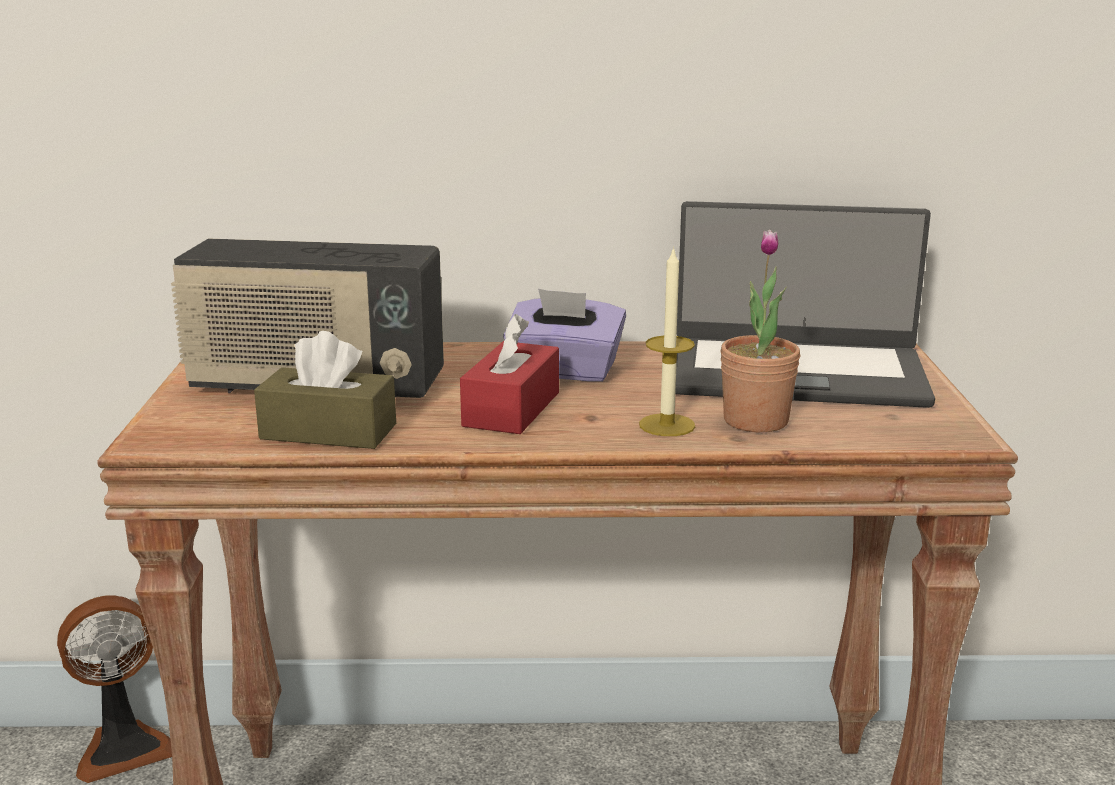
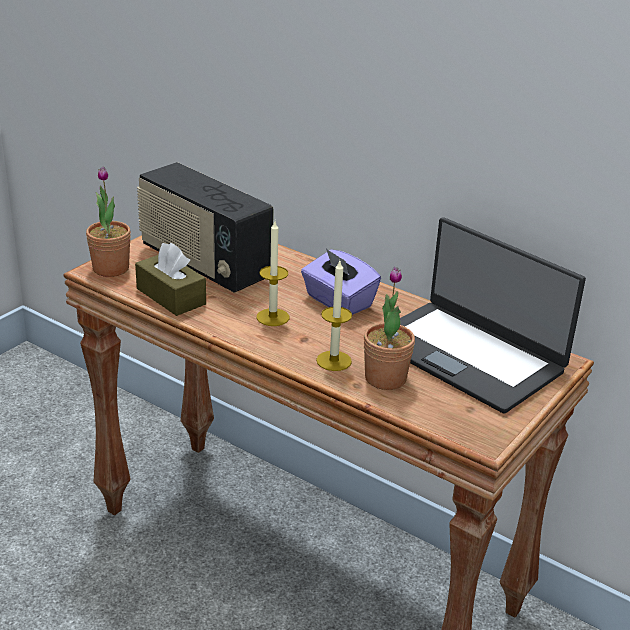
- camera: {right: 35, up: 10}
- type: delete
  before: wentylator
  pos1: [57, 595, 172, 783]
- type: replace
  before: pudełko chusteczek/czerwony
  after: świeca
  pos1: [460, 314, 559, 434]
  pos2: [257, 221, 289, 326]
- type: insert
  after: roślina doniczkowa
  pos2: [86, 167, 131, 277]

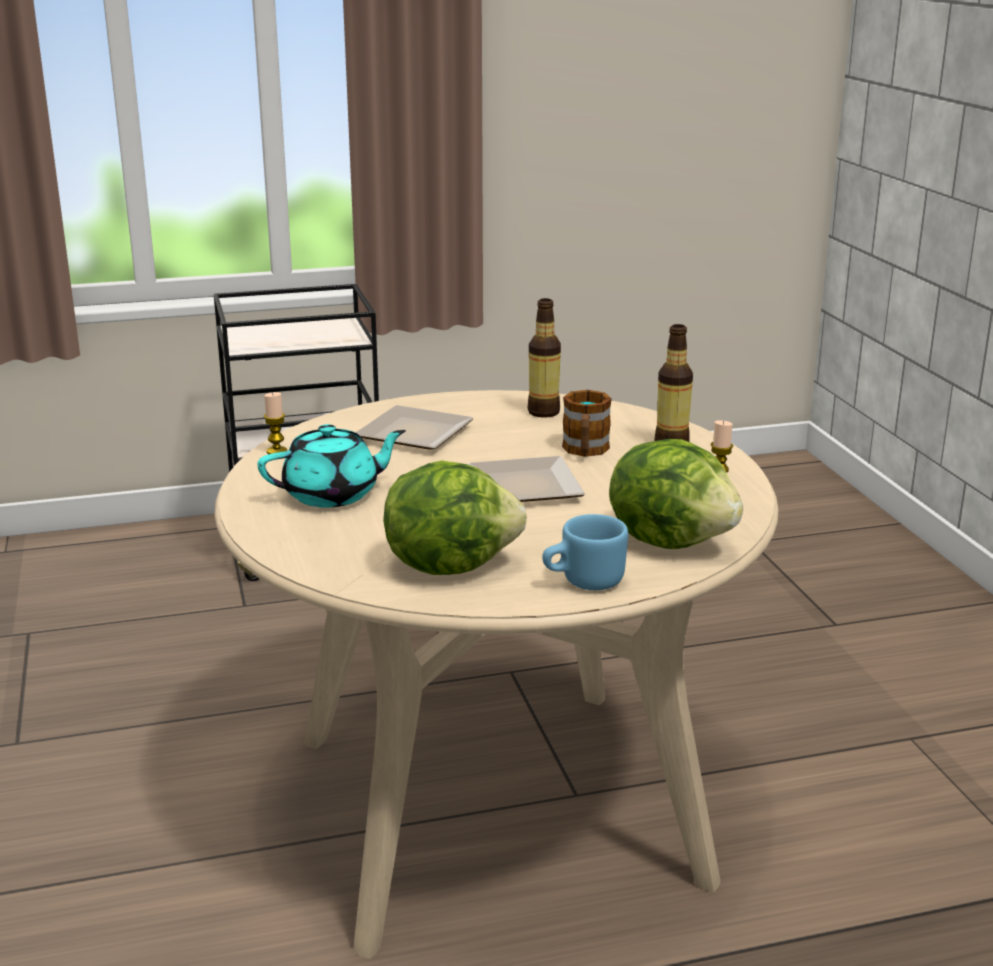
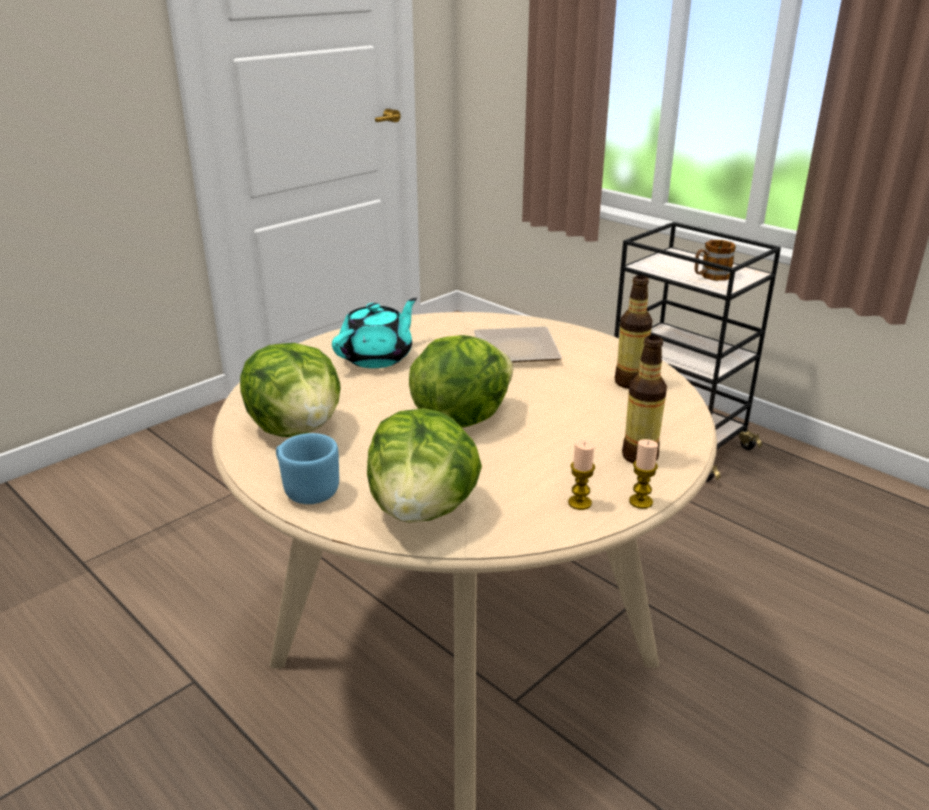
- camera: {right: 60, up: 5}
- type: rotate
  before: imbryk/turkusowy
  pos1: [258, 424, 406, 508]
  pos2: [332, 298, 417, 368]
  turn: -90
- type: move
  before: świeca
  pos1: [264, 392, 287, 454]
  pos2: [629, 439, 658, 509]
- type: replace
  before: talerz
  after: sałata
  pos1: [468, 456, 585, 502]
  pos2: [409, 335, 513, 428]
- type: move
  before: kubek
  pos1: [562, 390, 612, 457]
  pos2: [695, 240, 736, 281]

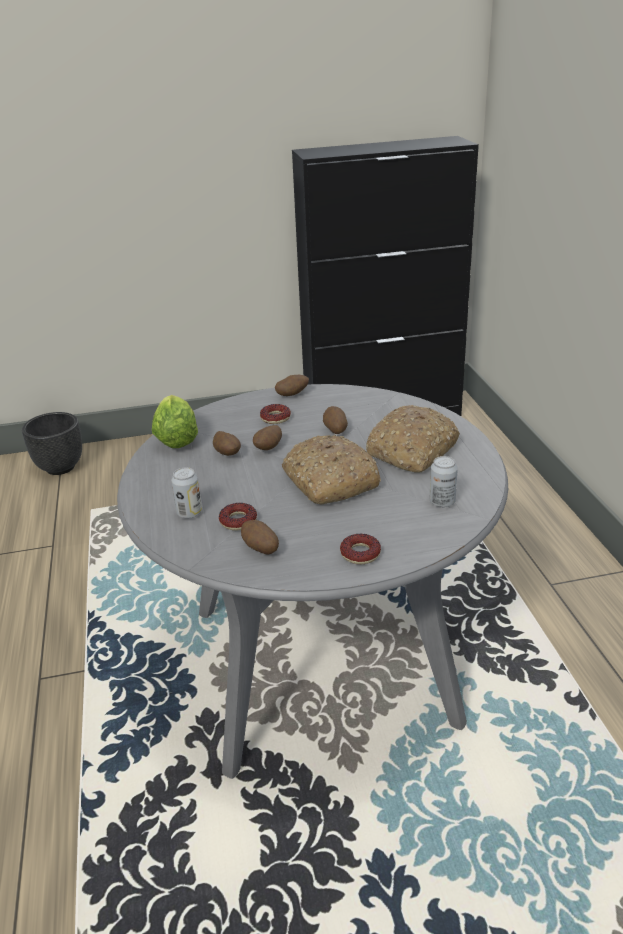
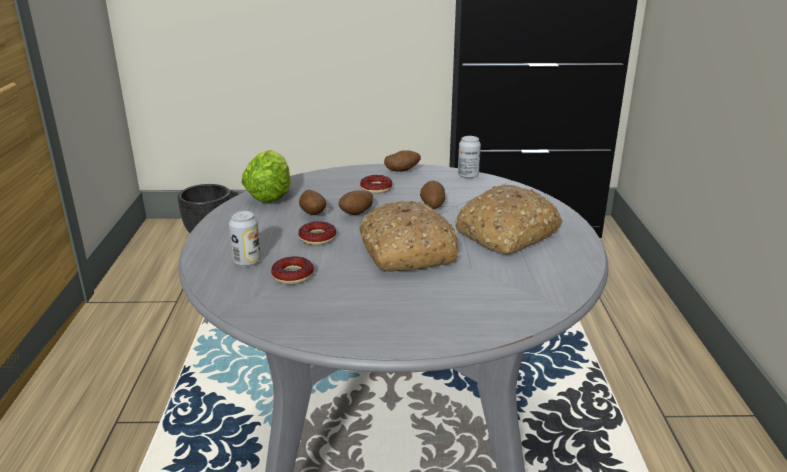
- camera: {right: 10, up: -5}
- type: delete
  before: ziemniak
  pos1: [241, 520, 279, 555]
- type: move
  before: donut
  pos1: [340, 534, 381, 564]
  pos2: [298, 221, 336, 245]
- type: move
  before: puszka
  pos1: [430, 456, 458, 508]
  pos2: [458, 136, 481, 179]

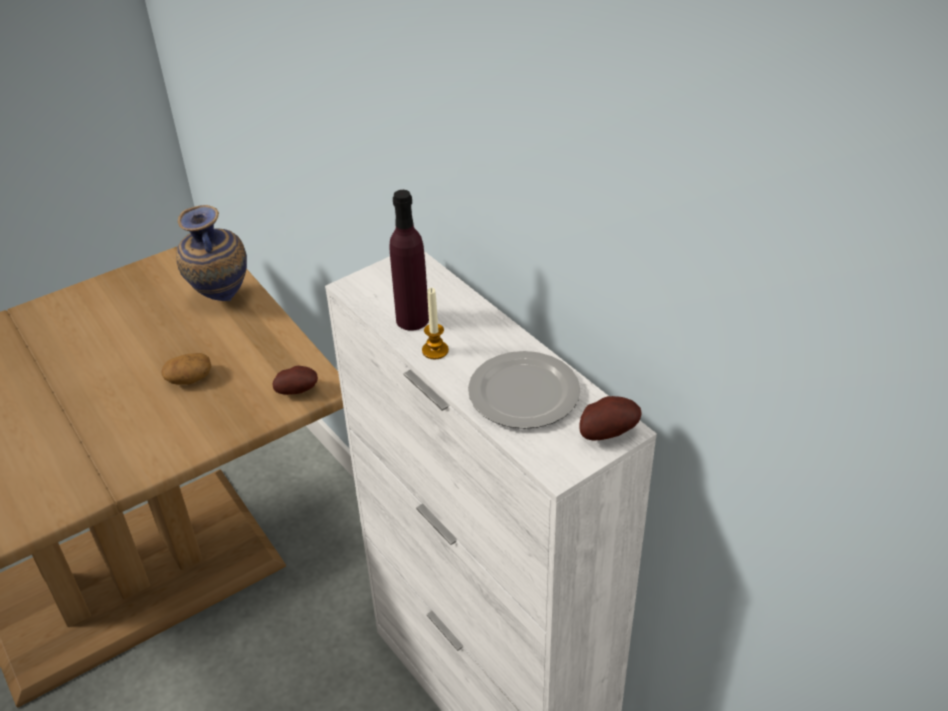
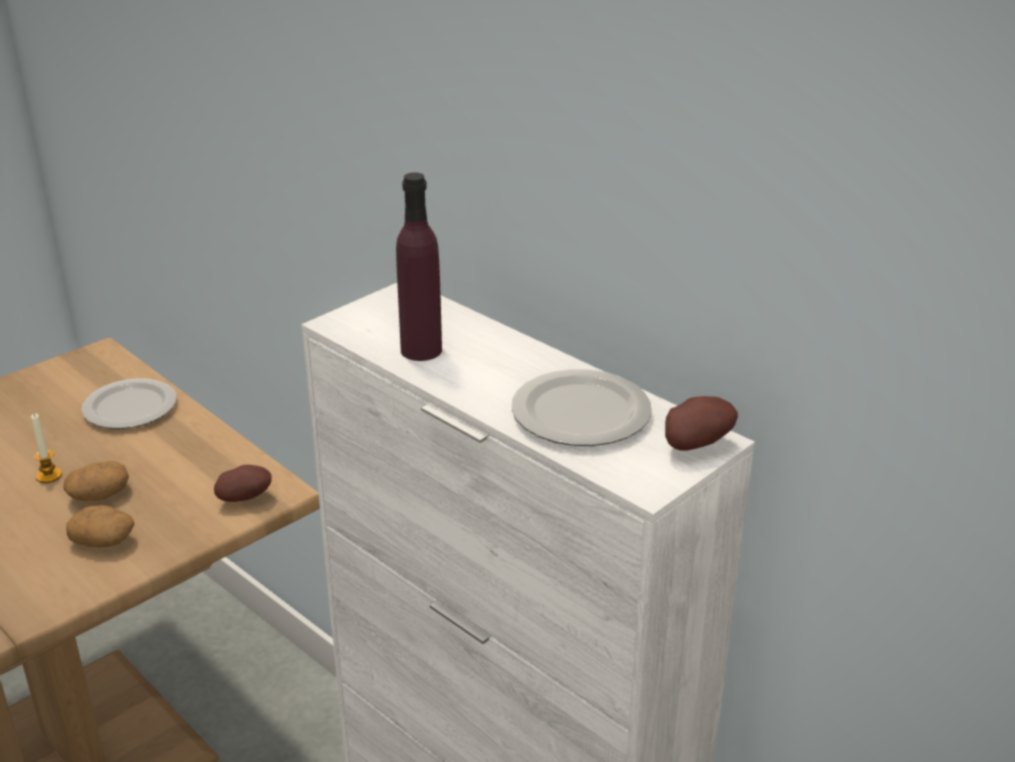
- camera: {right: -10, up: -10}
- type: replace
  before: wazon
  after: talerz
  pos1: [176, 205, 247, 301]
  pos2: [81, 378, 177, 429]
- type: move
  before: świeca
  pos1: [422, 288, 449, 359]
  pos2: [31, 414, 62, 483]
- type: insert
  after: ziemniak
  pos2: [66, 505, 134, 547]

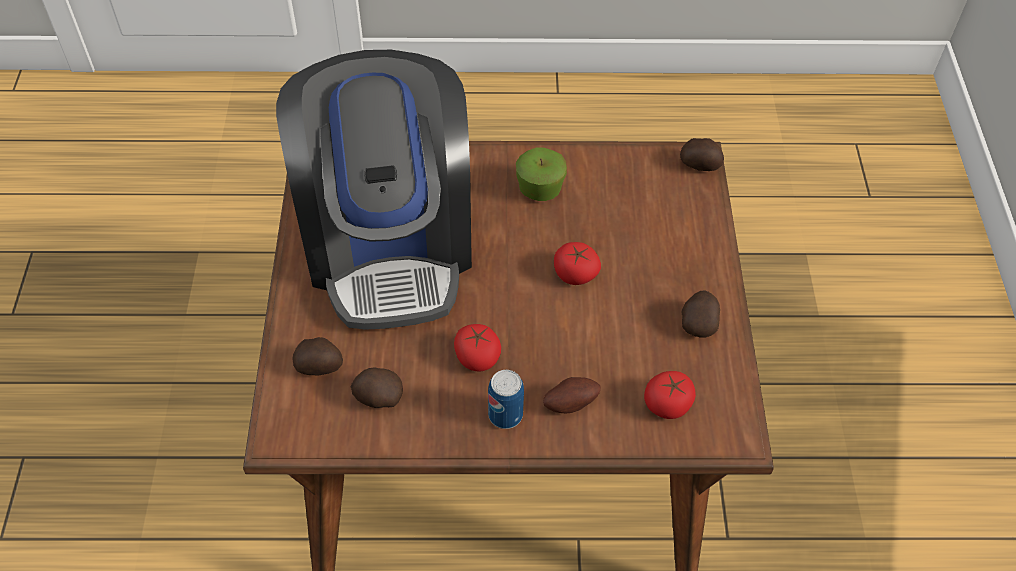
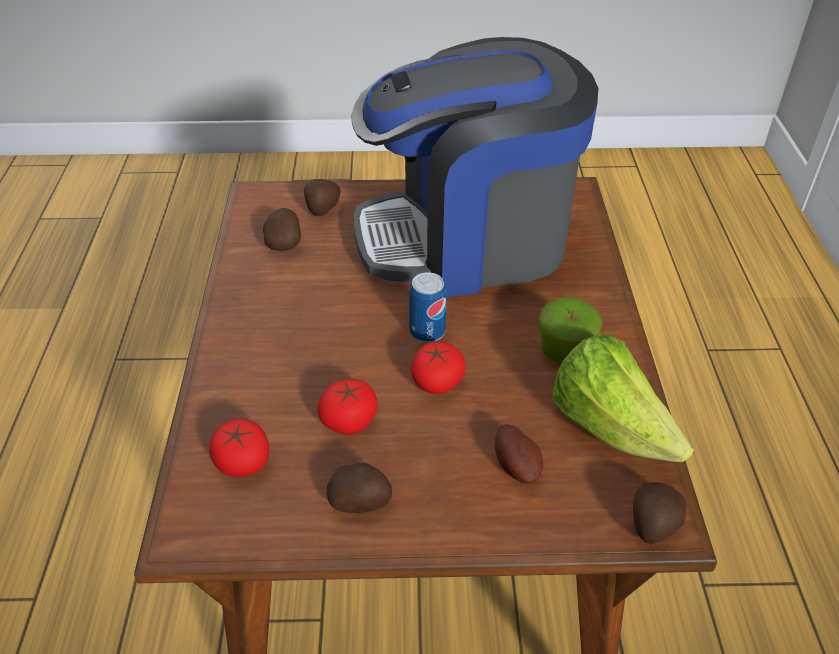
- camera: {right: 90, up: -10}
- type: move
  before: pomidor
  pos1: [454, 324, 501, 372]
  pos2: [317, 379, 378, 434]
- type: move
  before: puszka
  pos1: [488, 370, 524, 429]
  pos2: [409, 272, 447, 343]
- type: move
  before: ziemniak
  pos1: [543, 377, 601, 413]
  pos2: [495, 424, 543, 484]
- type: insert
  after: sałata
  pos2: [552, 334, 694, 462]

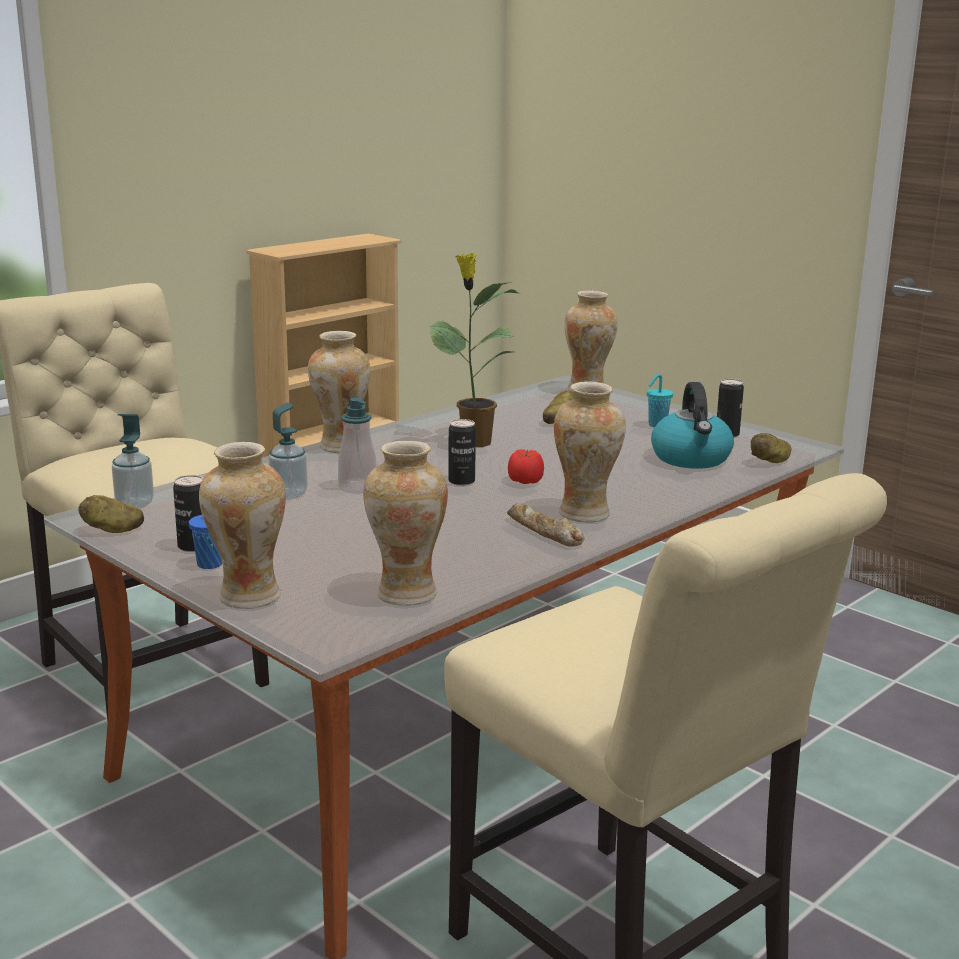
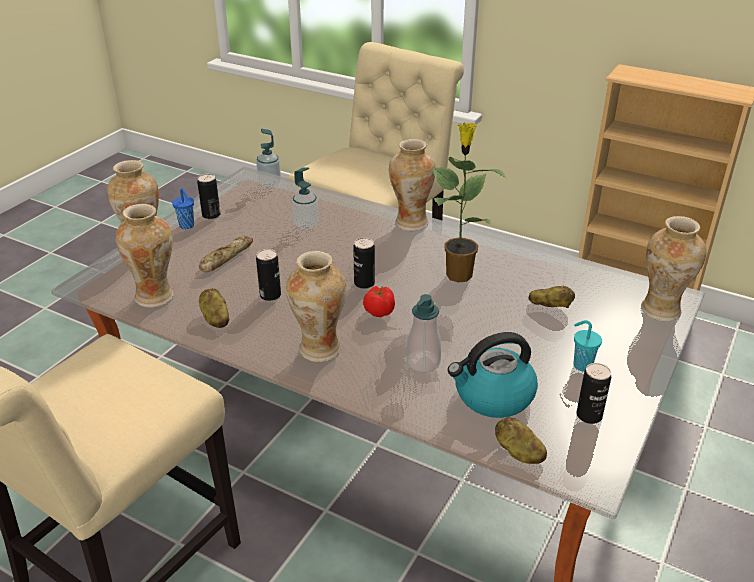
- camera: {right: 75, up: 15}
- type: move
  before: ziemniak
  pos1: [78, 495, 144, 533]
  pos2: [199, 288, 229, 328]
- type: move
  before: dozownik mydła
  pos1: [338, 398, 377, 494]
  pos2: [406, 294, 441, 372]
- type: move
  before: chleb
  pos1: [507, 503, 585, 547]
  pos2: [199, 236, 253, 272]
- type: insert
  after: puszka
  pos2: [256, 249, 281, 301]

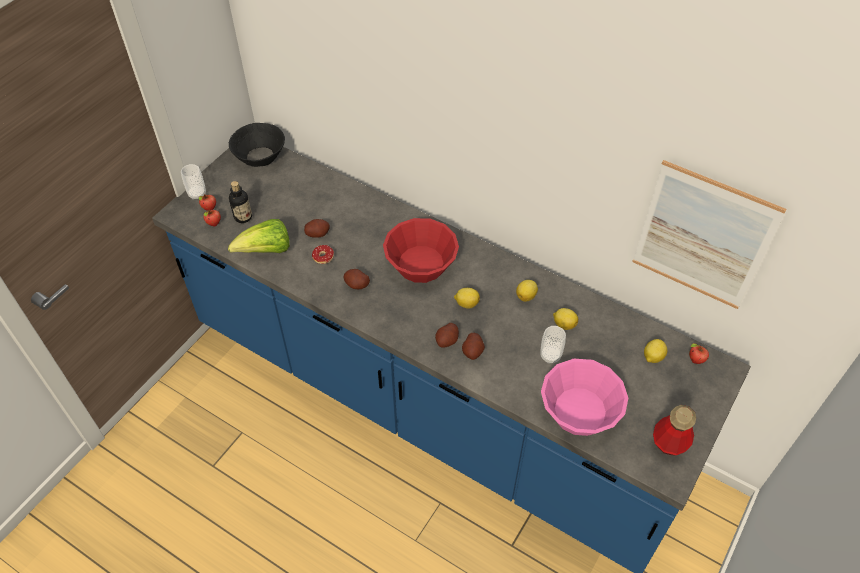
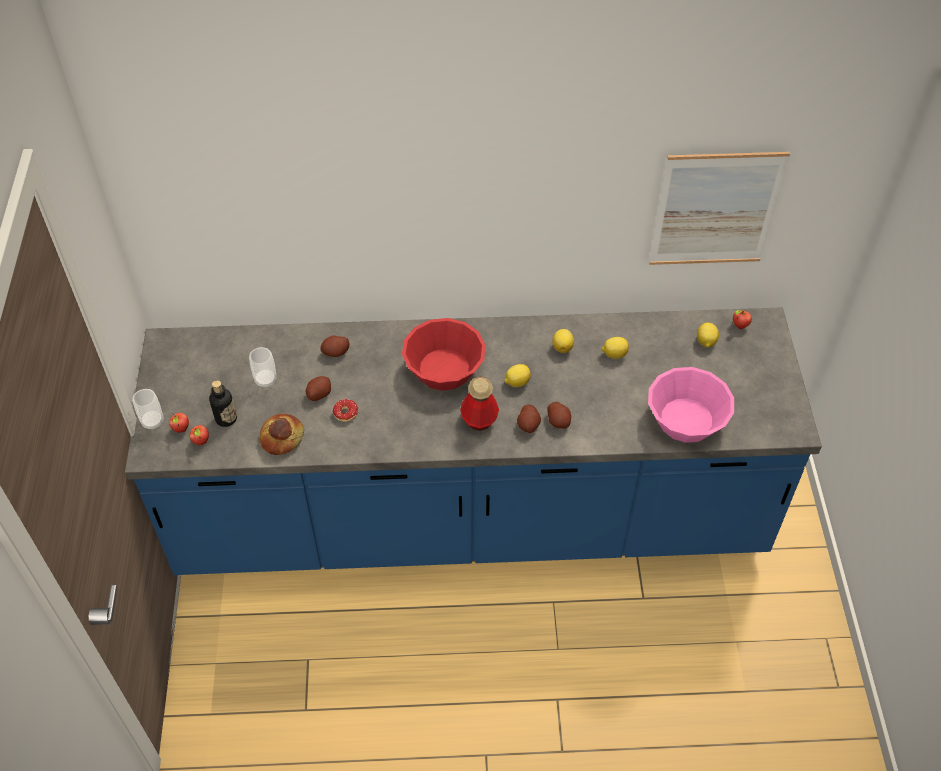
- camera: {right: -35, up: 0}
- type: replace
  before: sałata
  after: chleb
  pos1: [228, 219, 290, 253]
  pos2: [260, 414, 304, 455]
- type: delete
  before: miska/czarny
  pos1: [229, 123, 285, 167]
- type: move
  before: ziemniak
  pos1: [343, 269, 370, 289]
  pos2: [320, 336, 350, 357]
- type: move
  before: filiżanka
  pos1: [540, 326, 566, 364]
  pos2: [249, 347, 276, 388]
- type: move
  before: butelka
  pos1: [653, 405, 696, 456]
  pos2: [460, 377, 499, 431]

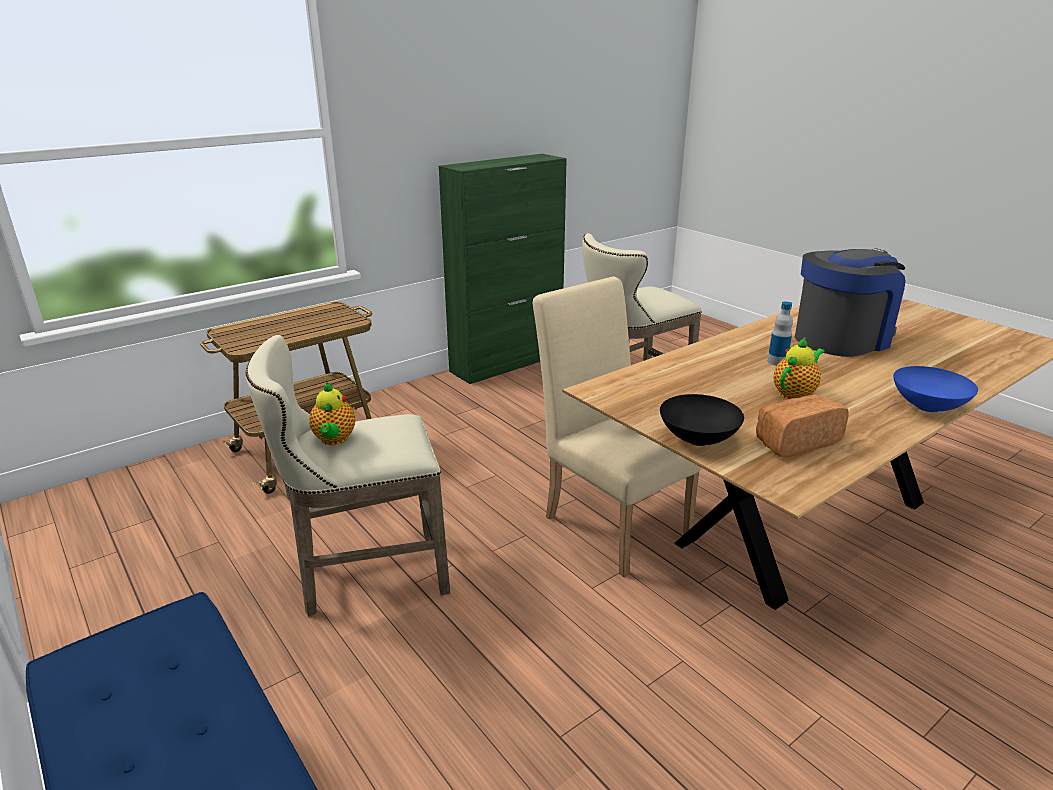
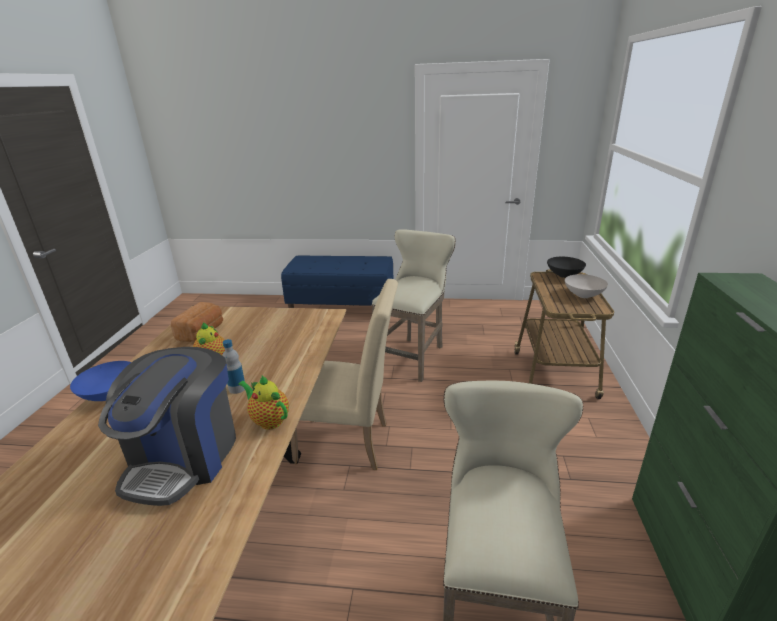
- camera: {right: 135, up: 0}
- type: move
  before: imbryk
  pos1: [309, 382, 355, 445]
  pos2: [238, 375, 289, 430]
- type: move
  before: miska/czarny
  pos1: [660, 394, 744, 446]
  pos2: [547, 257, 586, 278]
- type: insert
  after: miska/biały
  pos2: [565, 274, 608, 298]

